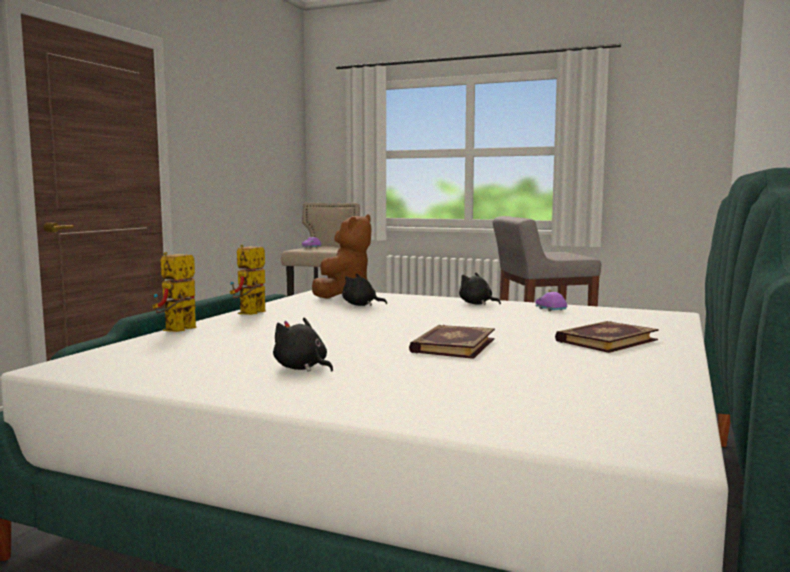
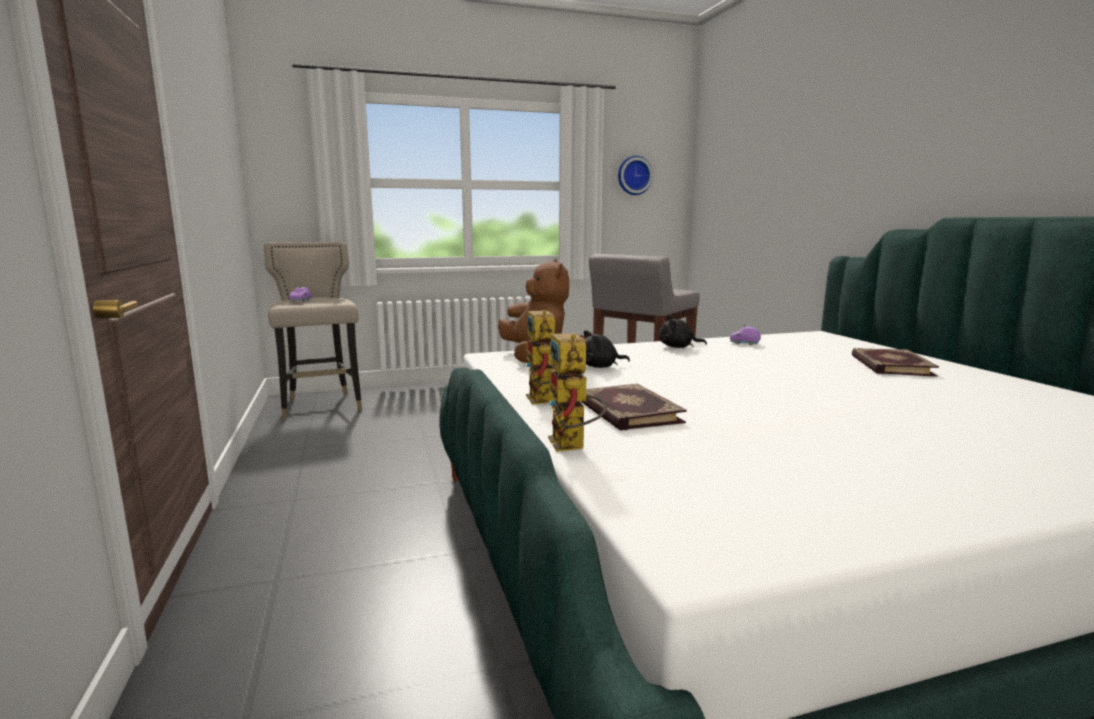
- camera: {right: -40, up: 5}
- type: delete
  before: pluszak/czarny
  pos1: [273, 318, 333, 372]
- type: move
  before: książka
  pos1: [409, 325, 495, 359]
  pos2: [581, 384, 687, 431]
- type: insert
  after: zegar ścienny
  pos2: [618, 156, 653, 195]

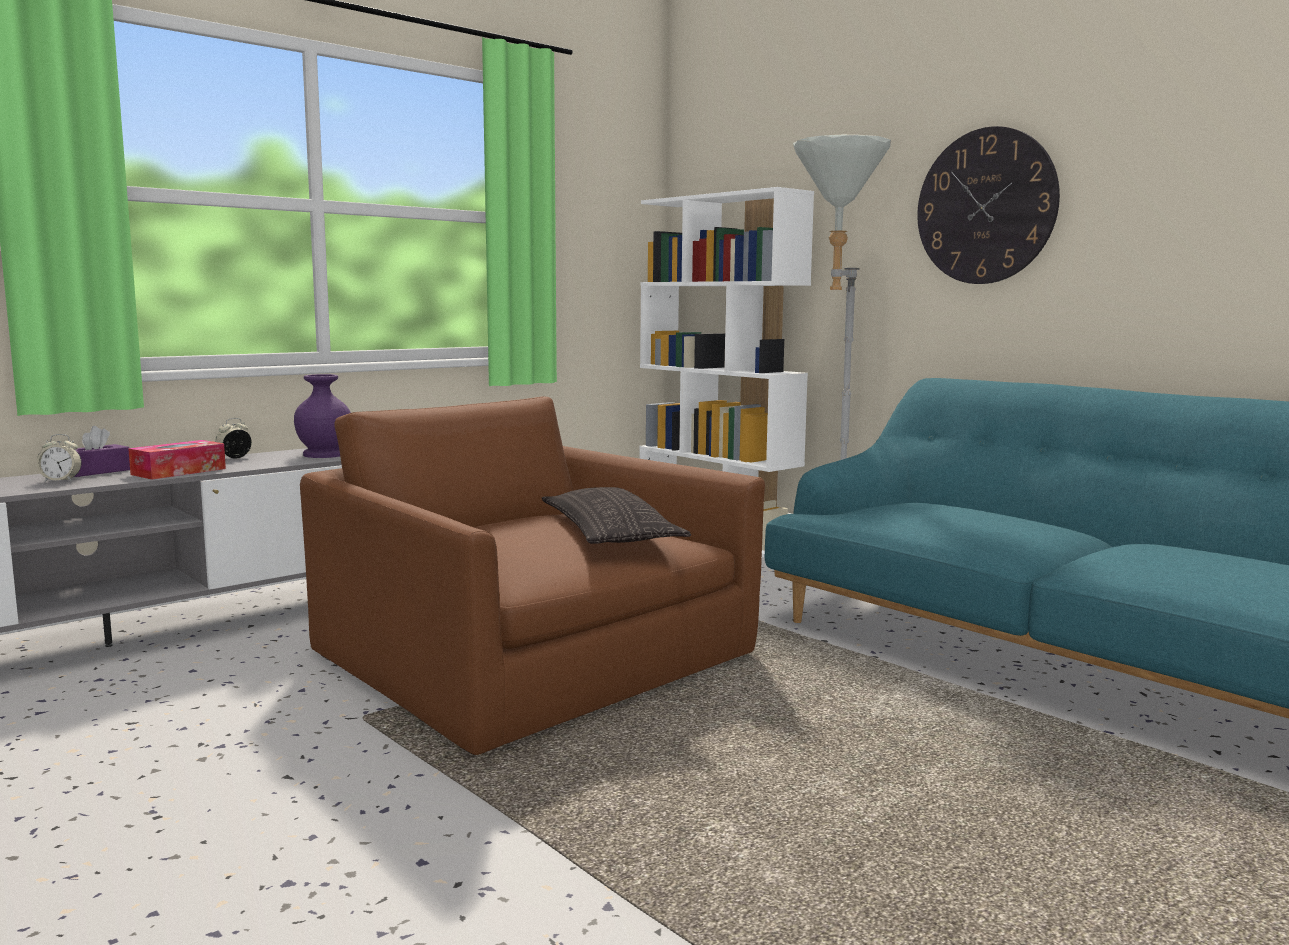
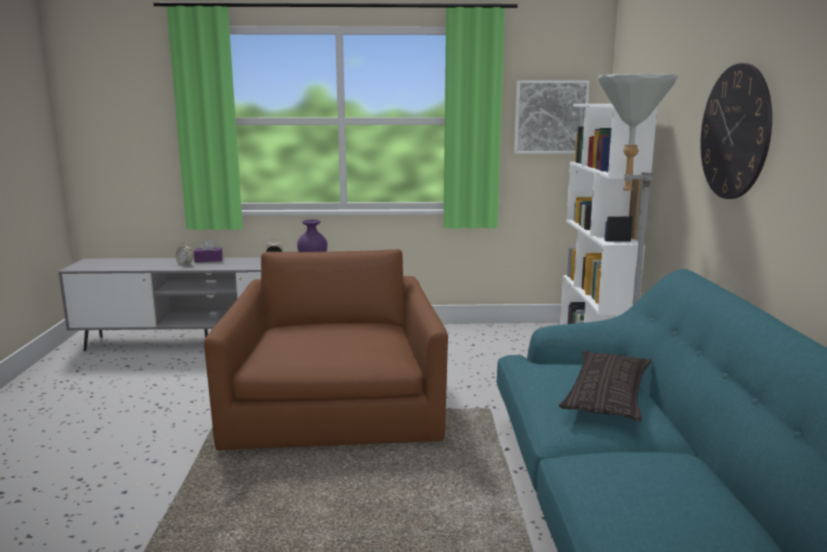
- camera: {right: 40, up: 5}
- type: delete
  before: pudełko chusteczek
  pos1: [128, 440, 226, 480]
- type: move
  before: poduszka
  pos1: [542, 487, 691, 544]
  pos2: [559, 351, 652, 422]
- type: insert
  after: obraz
  pos2: [514, 80, 590, 154]

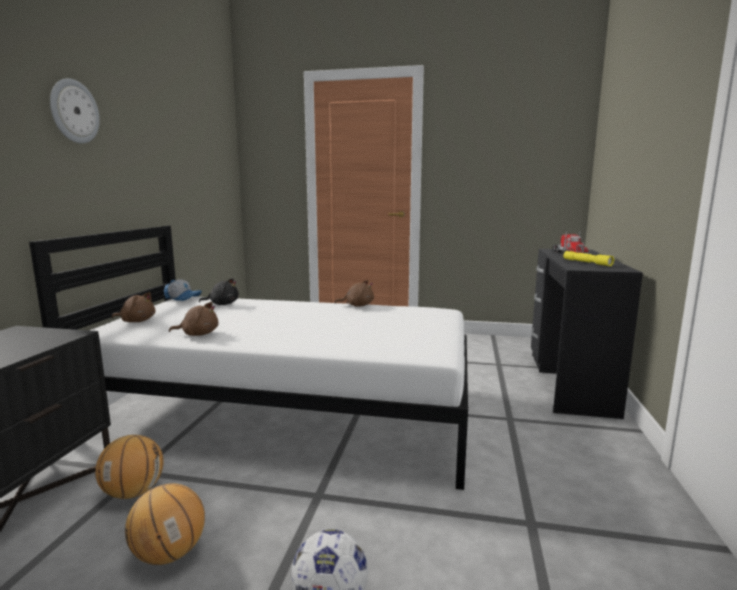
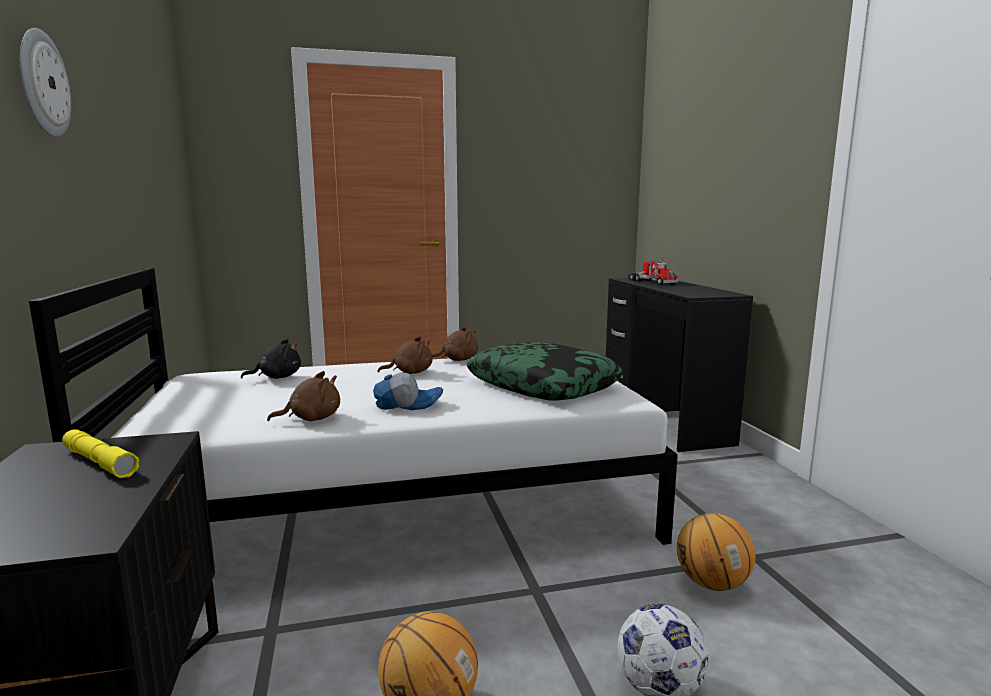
- camera: {right: -25, up: 0}
- type: move
  before: piłka do koszykówki
  pos1: [95, 435, 164, 499]
  pos2: [677, 513, 756, 591]
- type: move
  before: pluszak/brązowy
  pos1: [112, 292, 155, 322]
  pos2: [378, 336, 432, 374]
- type: move
  before: czapka z daszkiem
  pos1: [164, 279, 202, 301]
  pos2: [373, 372, 443, 410]
- type: move
  before: latarka/żółty
  pos1: [563, 251, 614, 266]
  pos2: [62, 430, 139, 478]
- type: insert
  after: poduszka
  pos2: [466, 342, 623, 401]

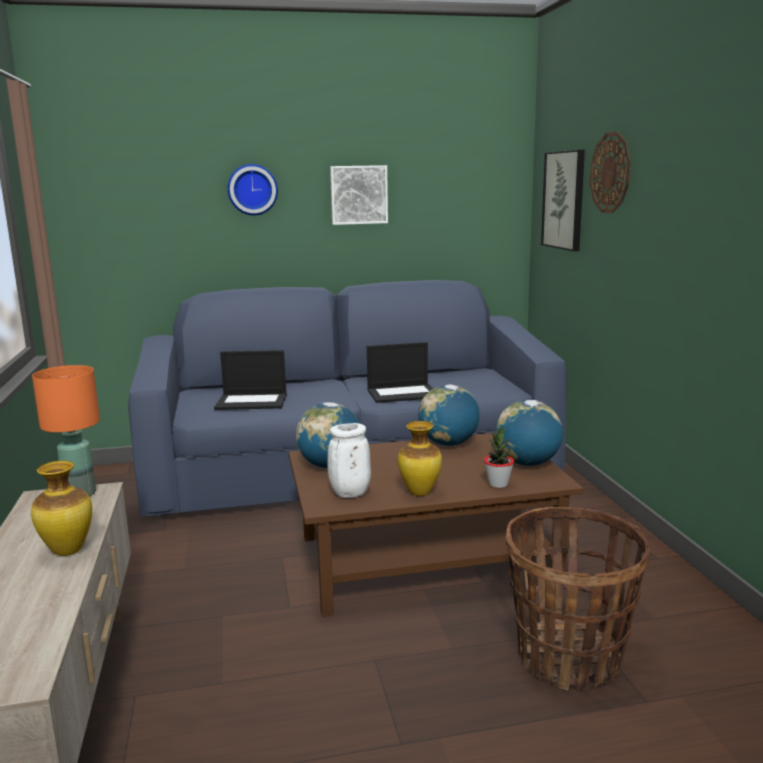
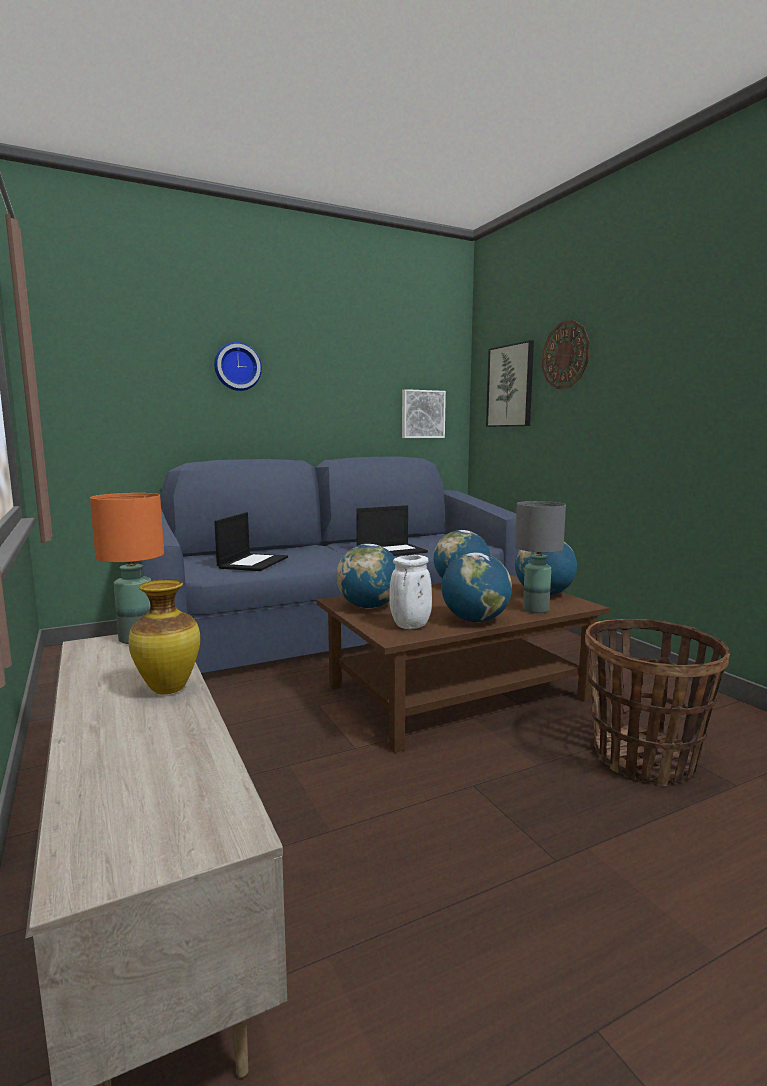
- camera: {right: -15, up: -5}
- type: rotate
  before: laptop
  pos1: [214, 350, 287, 410]
  pos2: [214, 512, 288, 571]
  turn: -60
- type: move
  before: obraz
  pos1: [330, 165, 388, 225]
  pos2: [402, 389, 446, 438]
- type: replace
  before: wazon
  after: globus
  pos1: [398, 421, 442, 496]
  pos2: [442, 552, 512, 622]
- type: replace
  before: roślina doniczkowa
  after: lampa stołowa/szary
  pos1: [484, 425, 514, 488]
  pos2: [515, 501, 566, 613]

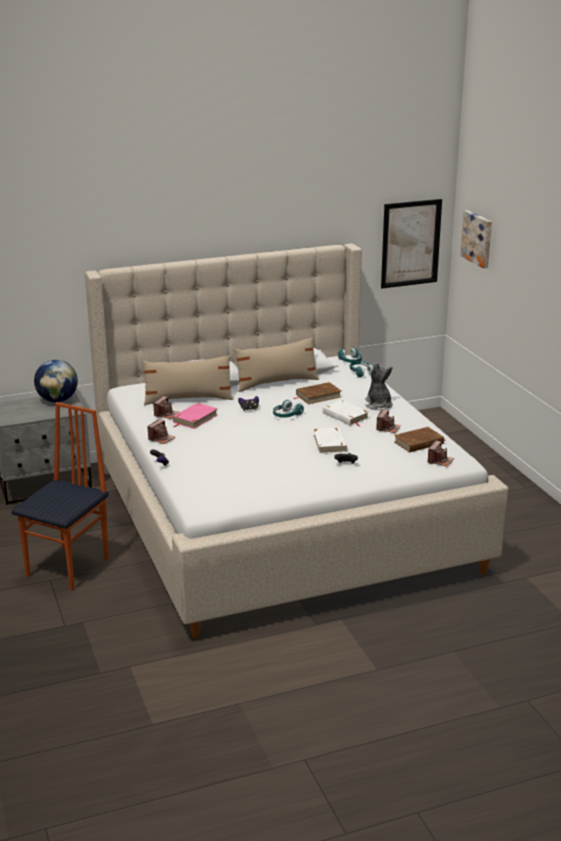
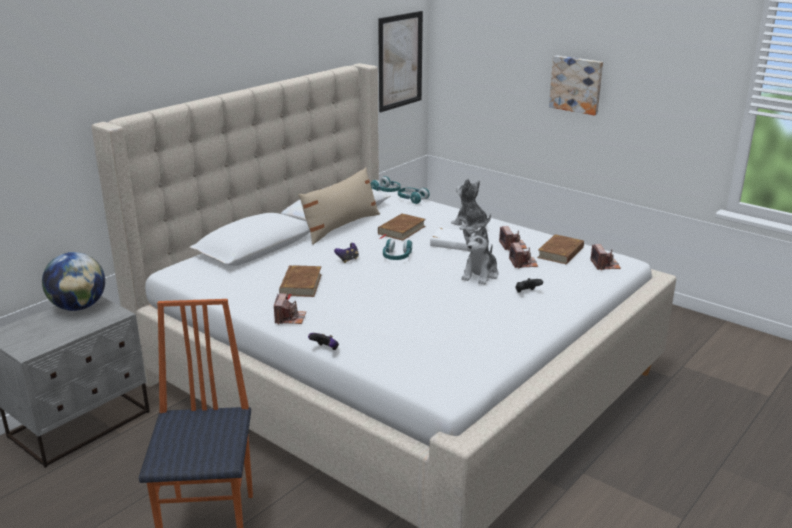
- camera: {right: -30, up: 0}
- type: delete
  before: poduszka/beżowy
  pos1: [142, 355, 234, 405]
- type: move
  before: aparat fotograficzny
  pos1: [153, 396, 180, 419]
  pos2: [509, 242, 538, 268]
- type: recolor
  before: książka/różowy
  after: książka/brązowy
  pos1: [173, 403, 218, 429]
  pos2: [279, 265, 322, 300]
- type: replace
  before: książka/biały
  after: pluszak
  pos1: [313, 427, 347, 454]
  pos2: [461, 225, 498, 285]
- type: move
  before: obraz
  pos1: [460, 210, 492, 268]
  pos2: [549, 55, 603, 115]

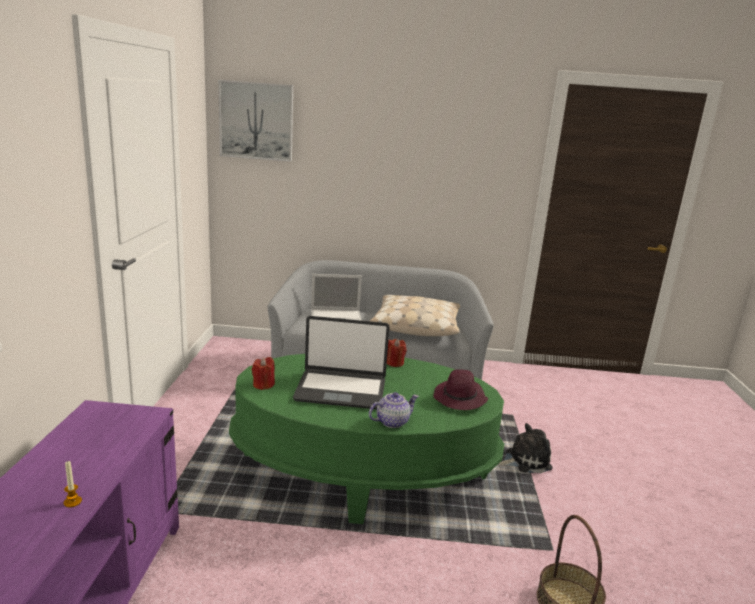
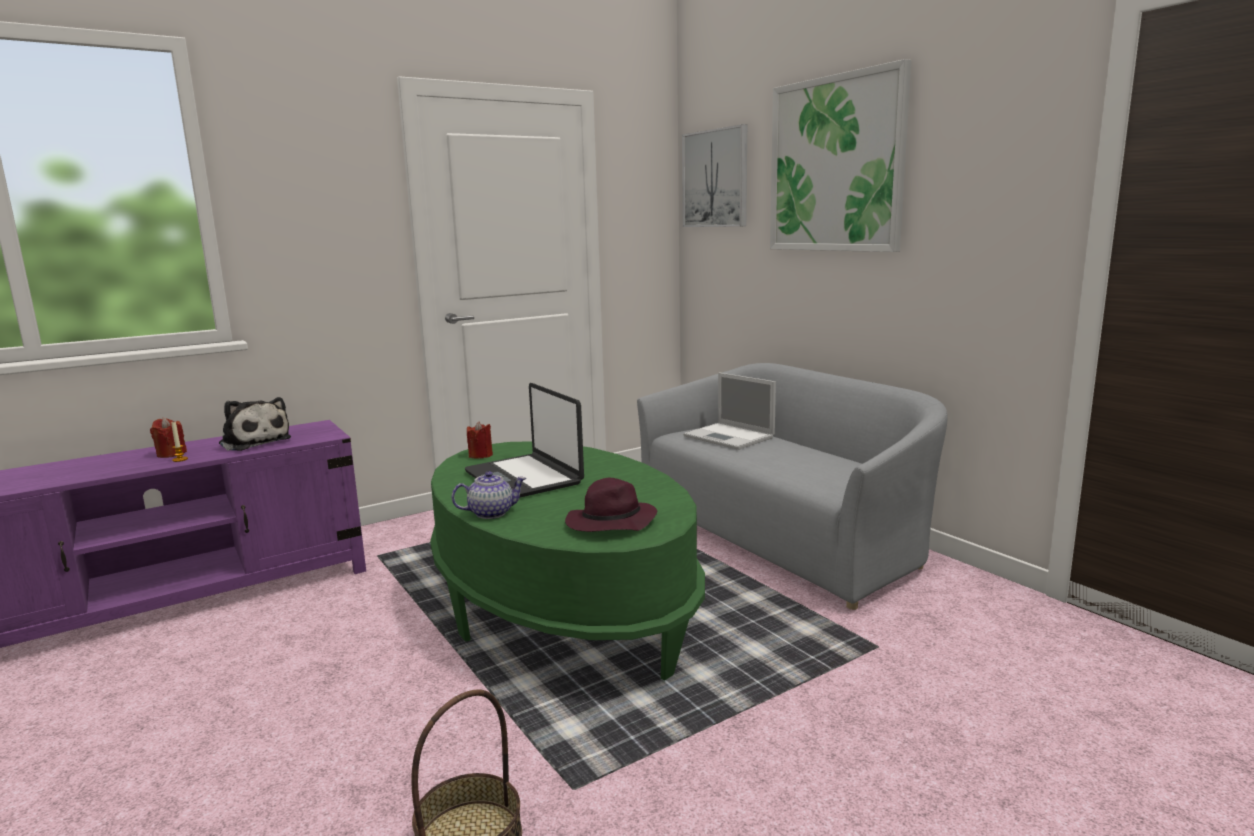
- camera: {right: 55, up: -5}
- type: rotate
  before: imbryk
  pos1: [369, 392, 419, 428]
  pos2: [452, 471, 526, 519]
  turn: -45
- type: delete
  before: poduszka/beżowy
  pos1: [370, 295, 460, 336]
- type: move
  before: świeca/czerwony
  pos1: [387, 339, 407, 367]
  pos2: [150, 418, 187, 458]
- type: move
  before: pluszak
  pos1: [499, 423, 553, 473]
  pos2: [219, 397, 291, 451]
- type: insert
  after: obraz
  pos2: [770, 59, 911, 252]

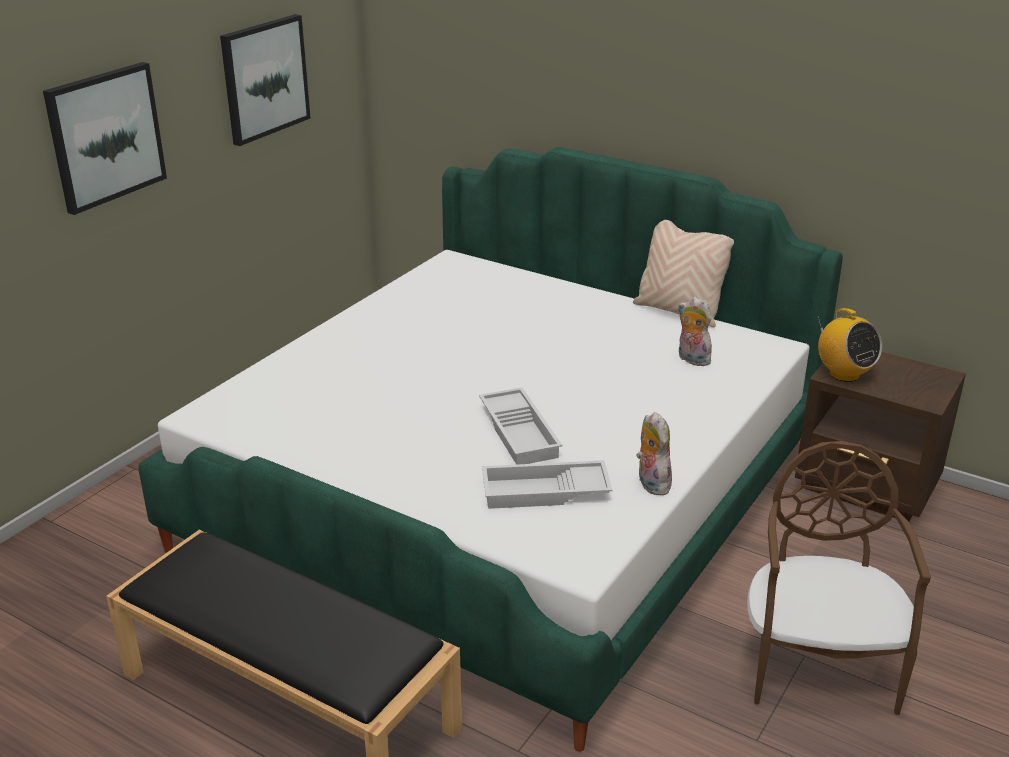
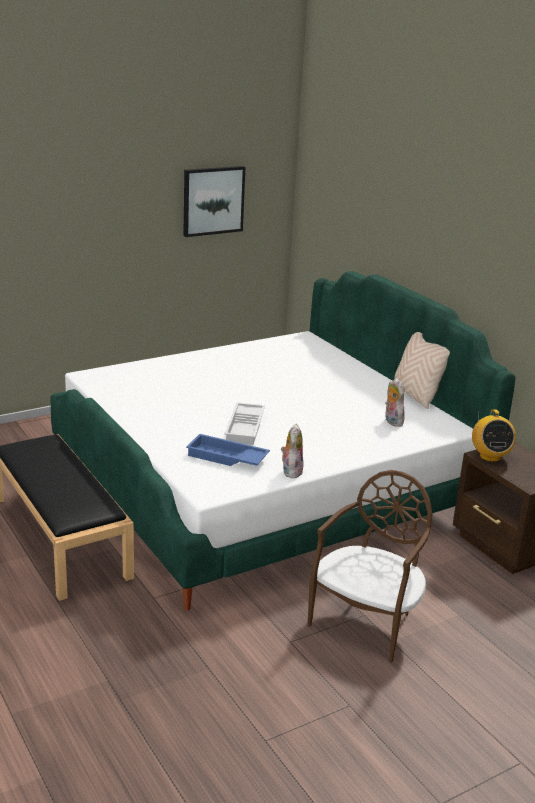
- camera: {right: 25, up: -5}
- type: delete
  before: obraz
  pos1: [43, 62, 167, 215]
- type: recolor
  before: taca/biały
  after: taca/niebieski
  pos1: [482, 460, 613, 509]
  pos2: [186, 434, 270, 466]

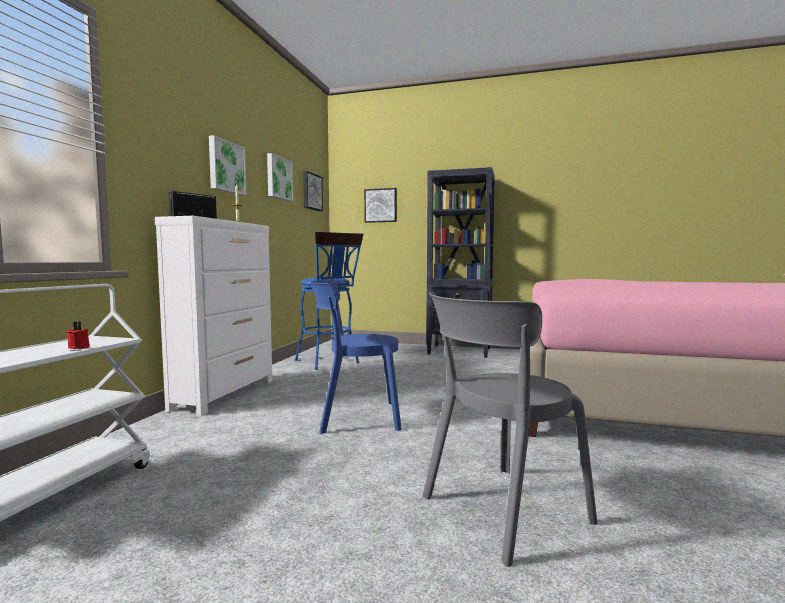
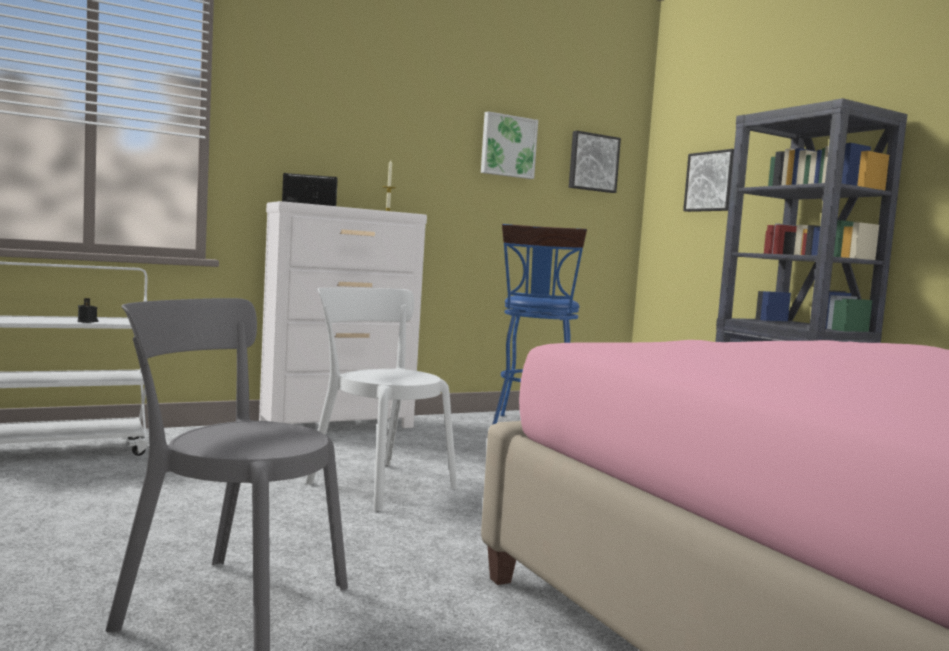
- camera: {right: 45, up: 0}
- type: recolor
  before: świeca/czerwony
  after: świeca/czarny
  pos1: [66, 321, 90, 349]
  pos2: [78, 298, 99, 323]
- type: delete
  before: obraz
  pos1: [209, 135, 247, 196]
- type: recolor
  before: krzesło/niebieski
  after: krzesło/biały
  pos1: [310, 279, 402, 434]
  pos2: [305, 288, 458, 512]

